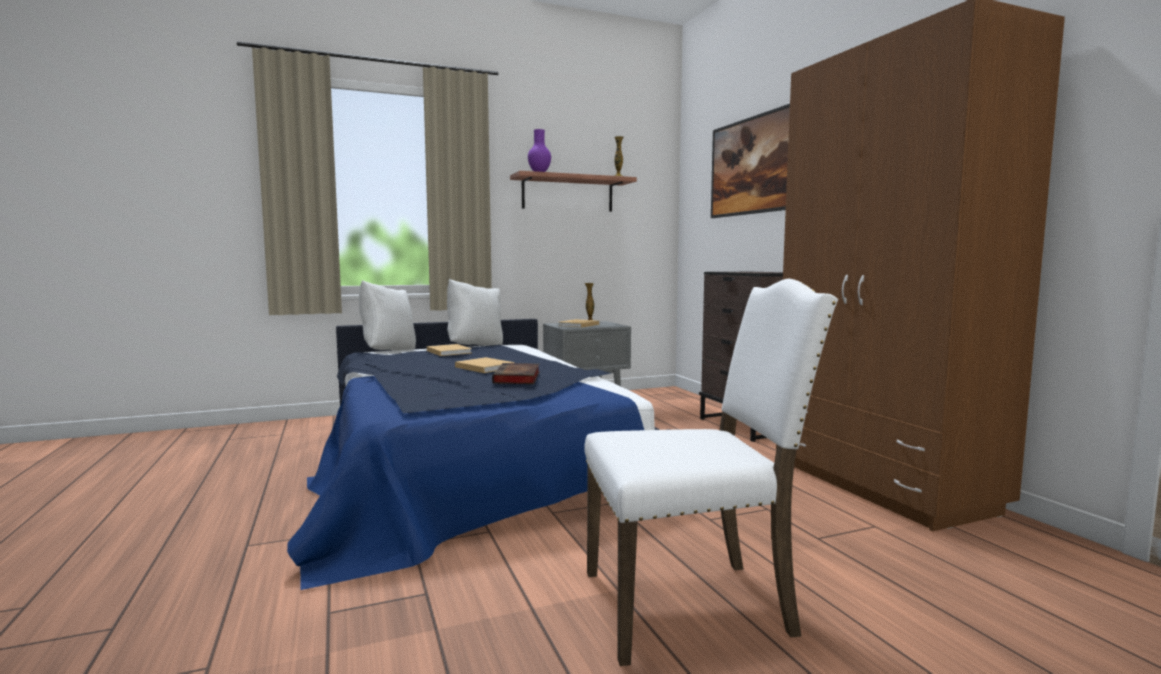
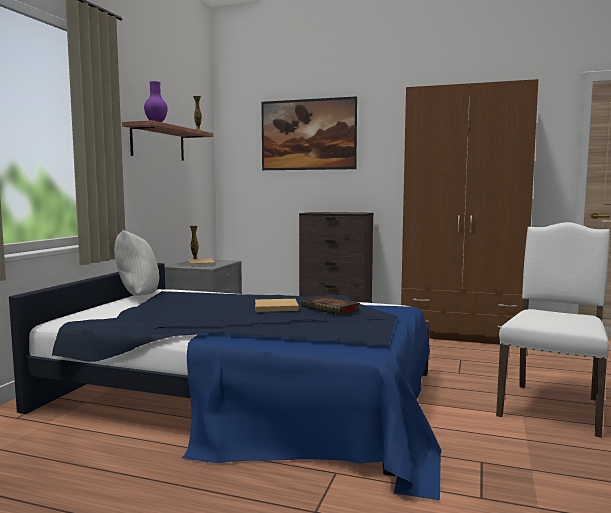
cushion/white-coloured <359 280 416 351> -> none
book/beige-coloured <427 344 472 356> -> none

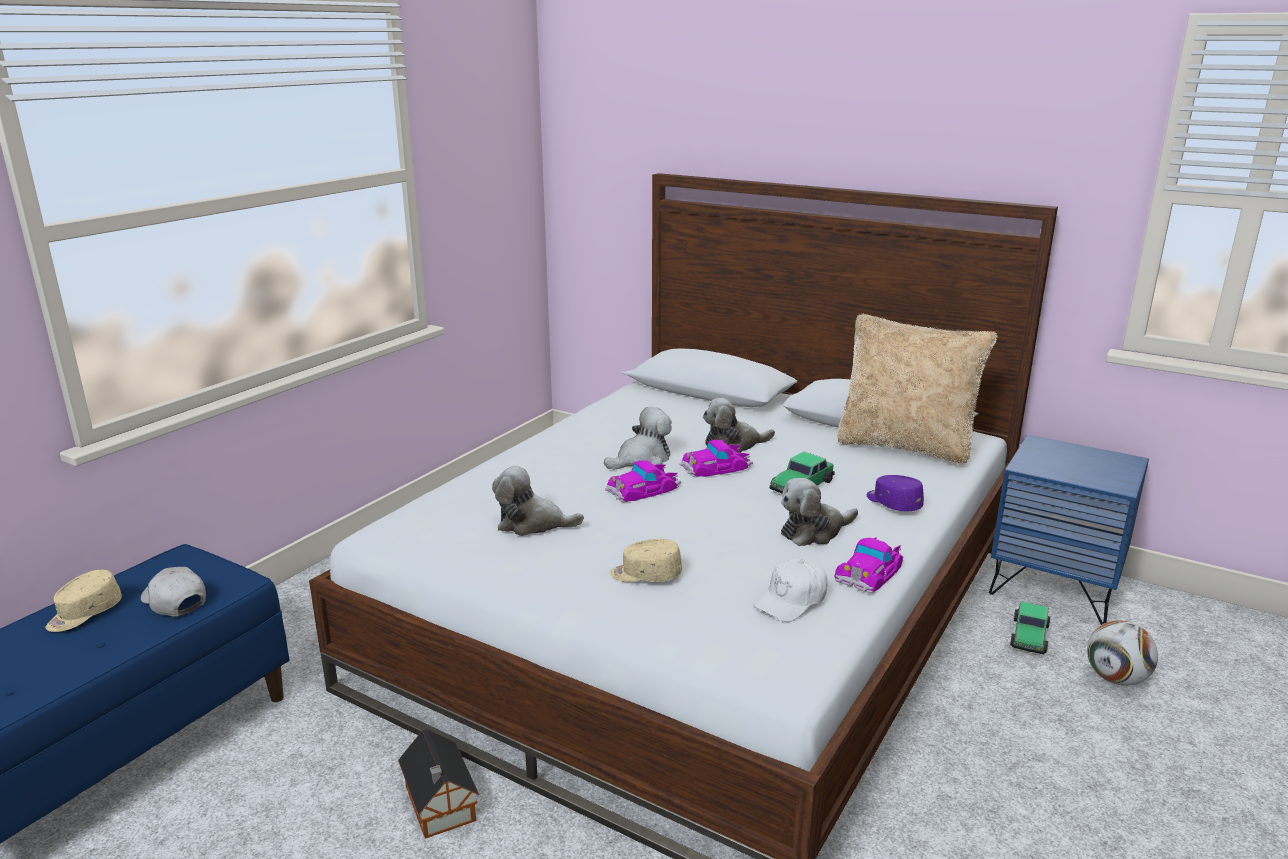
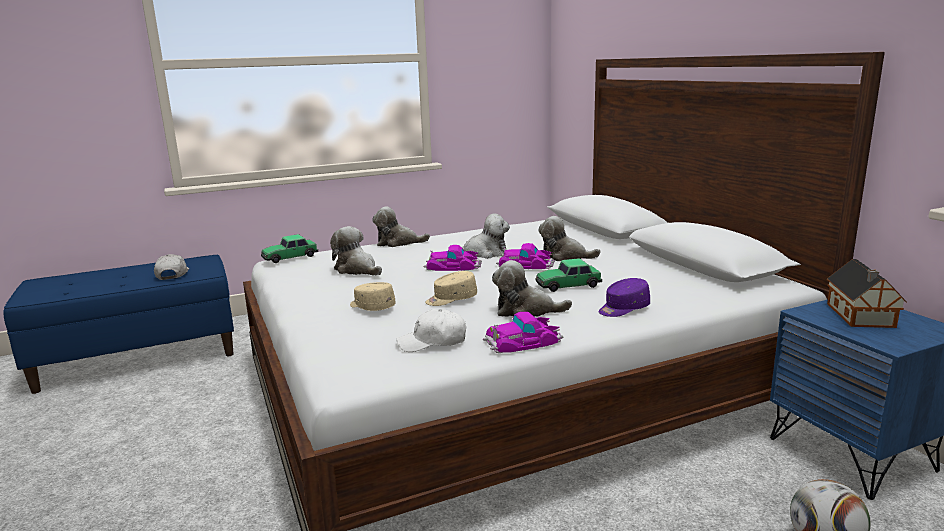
cushion/beige-coloured <837 313 998 465> -> none
none -> soft toy <373 207 430 247>
baseball cap/beige-coloured <45 570 122 632> -> baseball cap/beige-coloured <425 271 477 306>, relocated
toy house <398 729 479 839> -> toy house <827 259 907 328>, relocated
model car <1010 601 1050 654> -> model car <261 234 318 263>, relocated
baseball cap/purple-coloured <867 475 924 512> -> baseball cap/purple-coloured <598 278 650 317>, 120 degrees counterclockwise

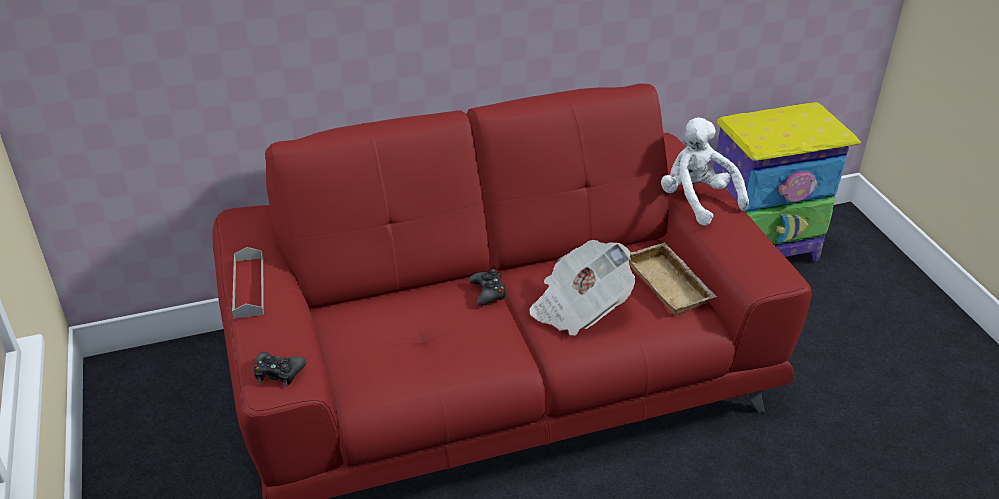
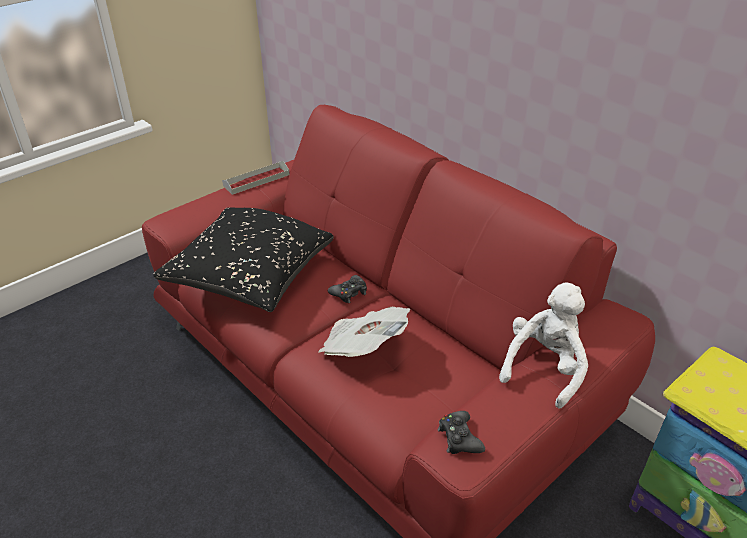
carrying tray/beige-coloured <629 242 717 316> -> none
none -> cushion/black-coloured <153 208 334 312>
gamepad/black-coloured <254 352 307 386> -> gamepad/black-coloured <437 411 485 454>, relocated

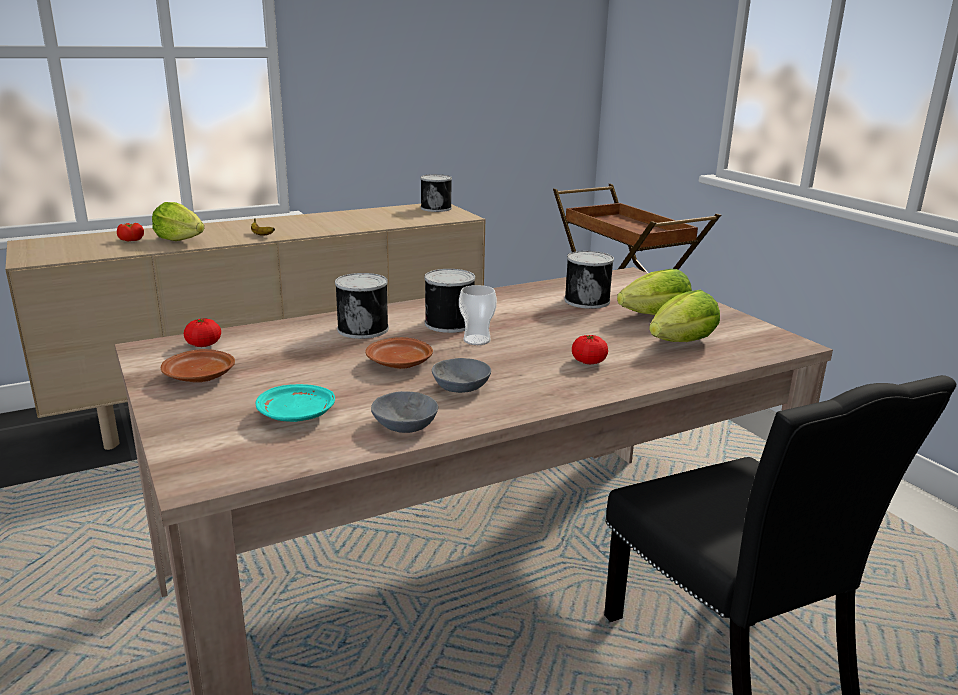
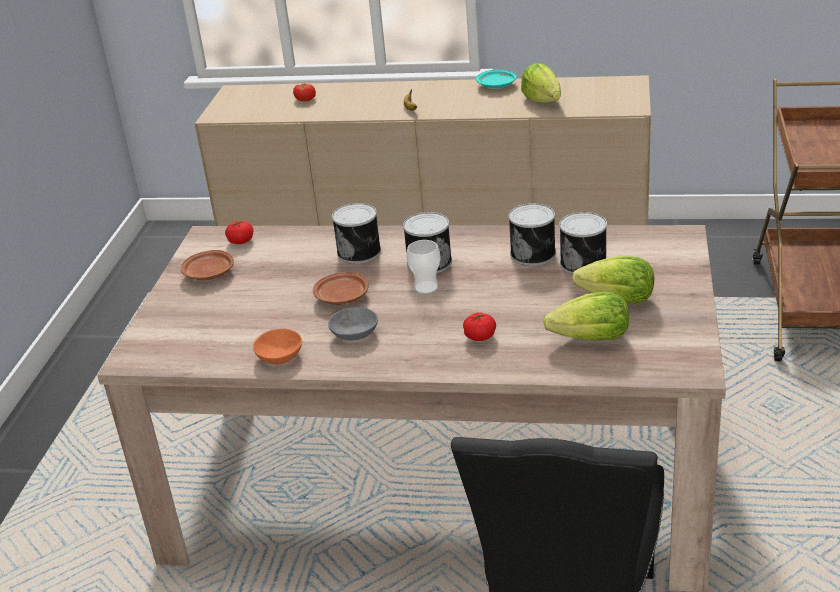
lettuce head <152 202 205 241> -> lettuce head <521 63 561 103>, relocated
dinner plate/turquoise-coloured <256 384 335 422> -> dinner plate/turquoise-coloured <476 70 517 88>, relocated
can <420 174 452 212> -> can <508 203 556 266>, relocated
bowl/gray <371 391 438 433> -> bowl/orangey <253 329 302 364>

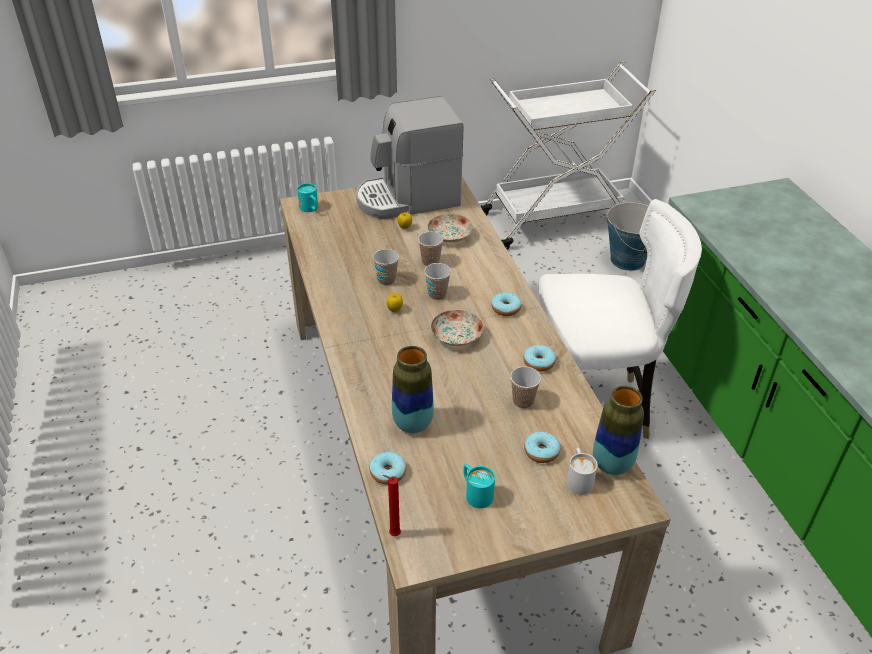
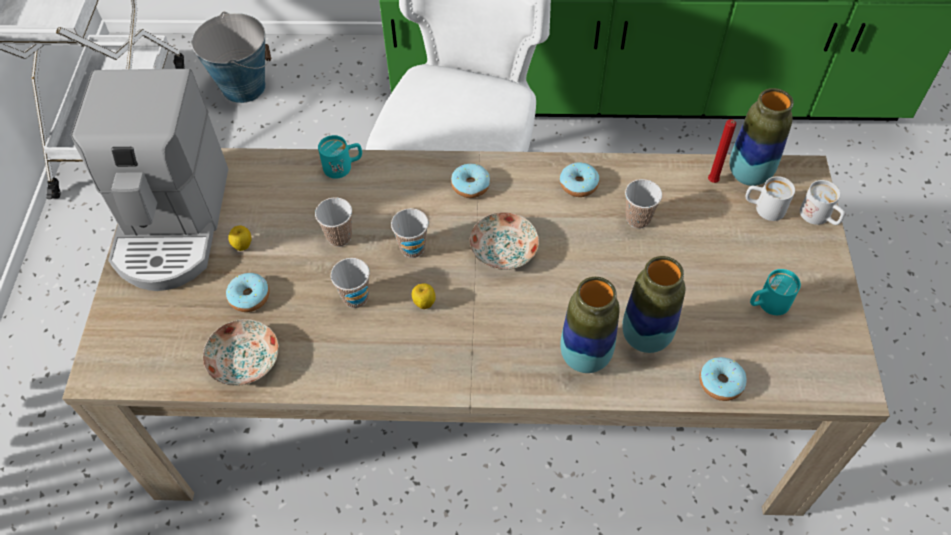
none -> flower vase <560 277 620 373>
none -> tea mug/white-coloured <800 180 845 225>
tea mug/turquoise-coloured <297 183 318 212> -> tea mug/turquoise-coloured <318 135 362 178>, relocated
wax candle/red-coloured <382 475 401 536> -> wax candle/red-coloured <708 119 736 183>, relocated
dinner plate <428 214 473 242> -> dinner plate <203 319 279 386>, relocated
doughnut <524 432 560 463> -> doughnut <226 273 270 312>, relocated

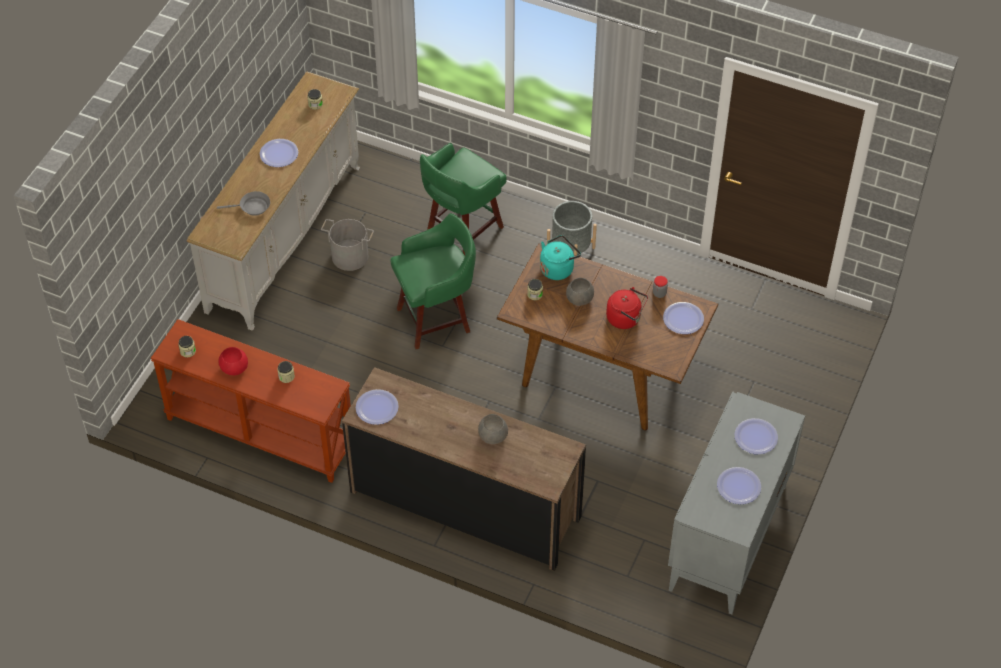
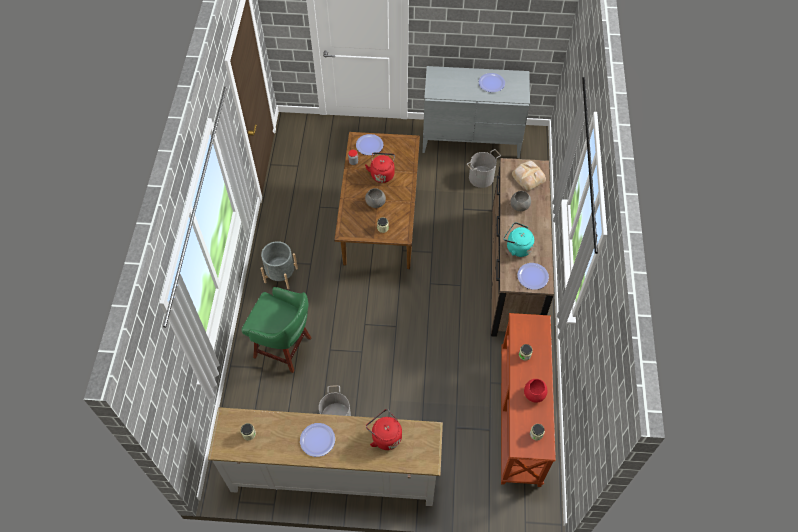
sitting stool/greenish <391 213 476 349> -> none
dinner plate <735 418 778 454> -> none
none -> bucket/gray <467 149 501 188>
none -> bread <512 161 546 191>
tea kettle/turquoise-coloured <540 235 581 280> -> tea kettle/turquoise-coloured <504 222 534 257>, relocated
frying pan/gray <217 191 270 216> -> tea kettle/red-coloured <366 409 402 450>

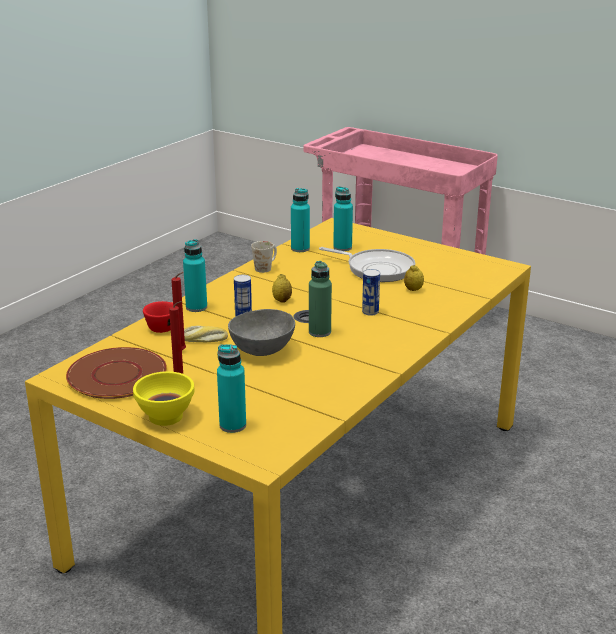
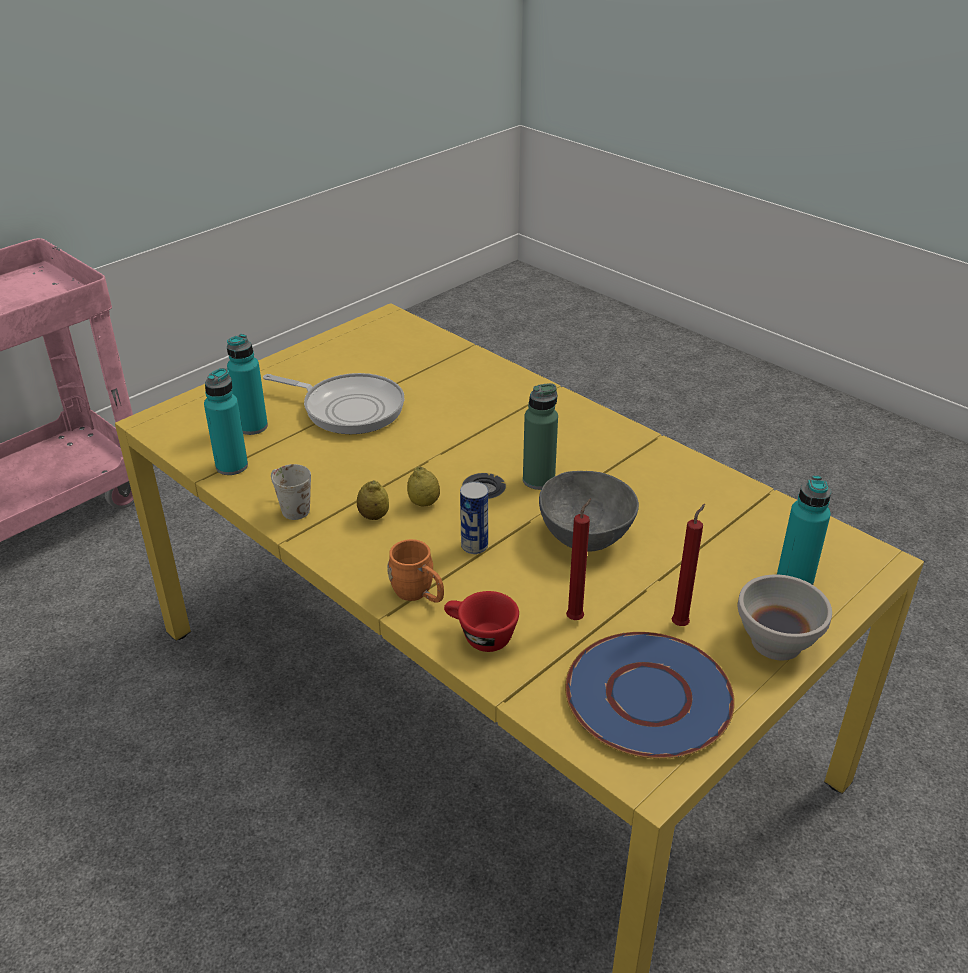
bread <184 325 228 342> -> none
can <362 269 380 316> -> none
lemon <404 265 424 291> -> lemon <357 480 389 520>, relocated
beverage bottle/turquoise-coloured <183 239 207 312> -> tea mug/orangey <387 539 444 603>
dinner plate/brown-coloured <66 347 167 399> -> dinner plate/bluish <565 632 735 759>
bowl/yellowish <133 371 195 426> -> bowl/white-coloured <738 574 832 660>
frying pan <319 247 415 282> -> frying pan <263 373 405 434>, 75 degrees clockwise

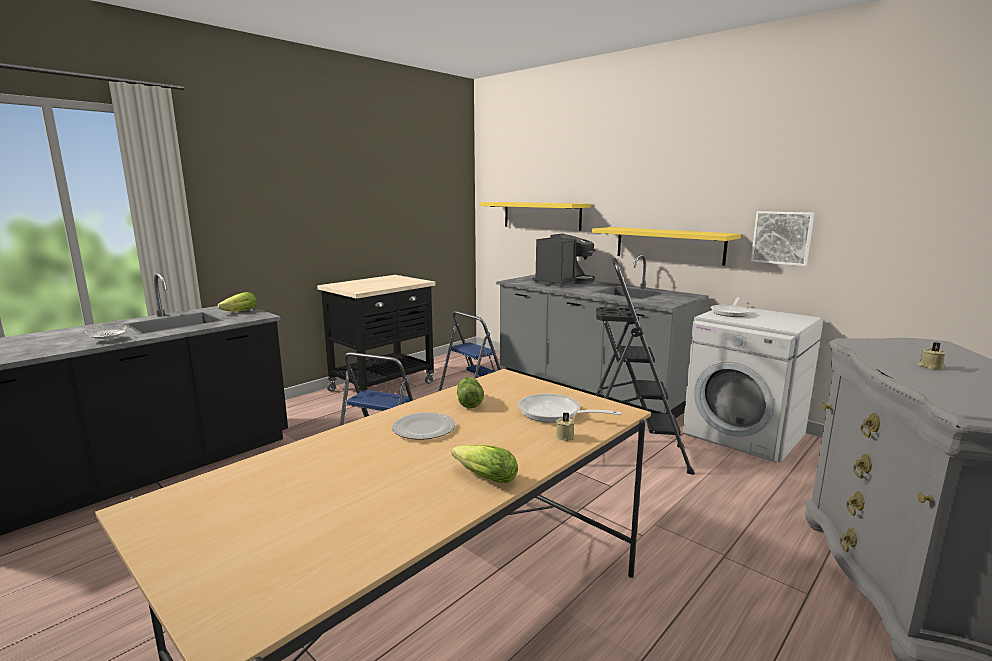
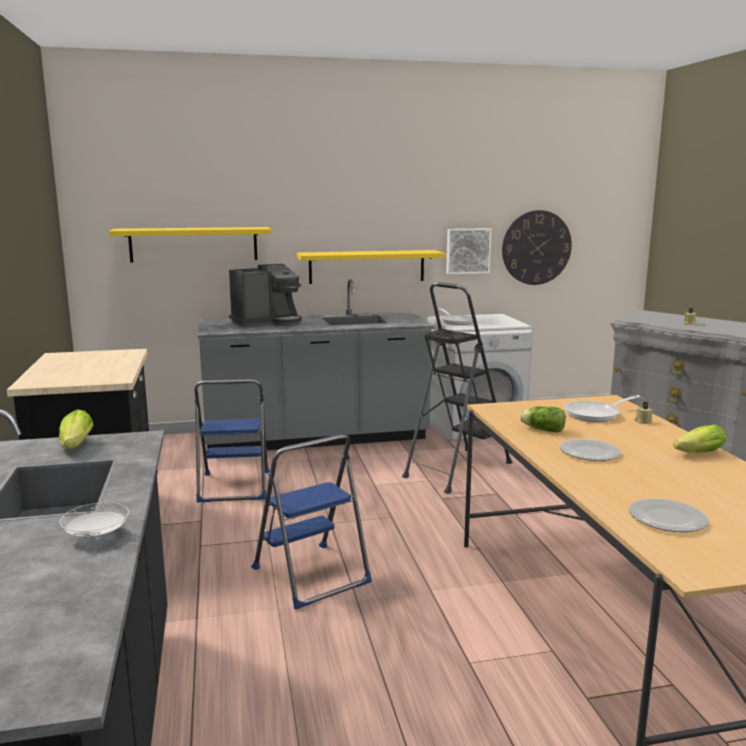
none -> hanging clock <502 210 572 285>
none -> dinner plate <629 498 709 532>
coffee maker <532 234 596 287> -> coffee maker <229 264 302 328>, 75 degrees clockwise

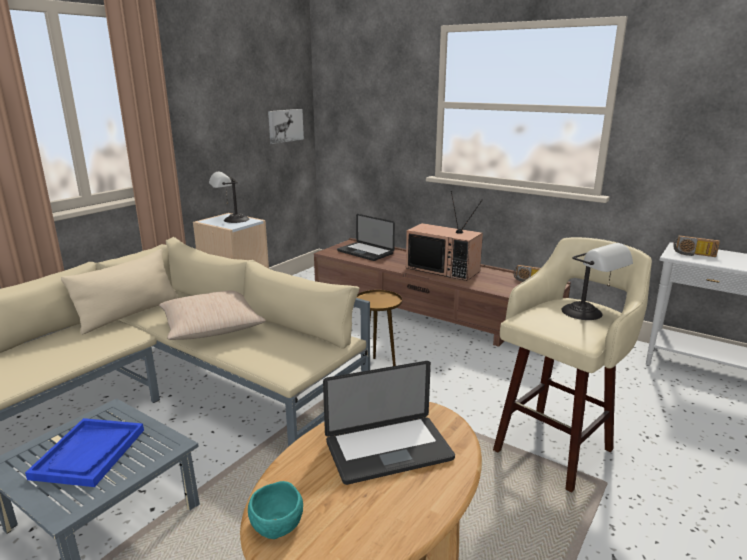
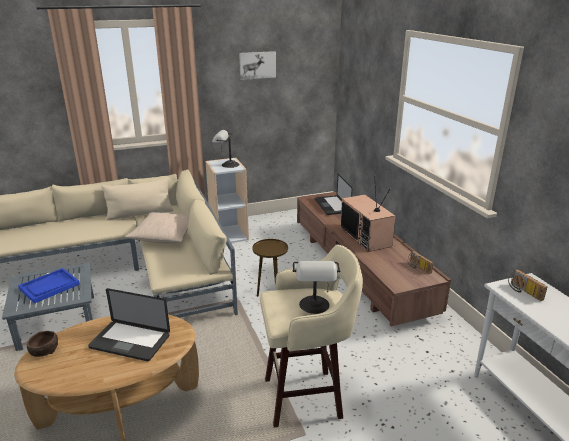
wall art <268 109 304 144> -> wall art <239 51 276 80>, relocated
bowl/turquoise-coloured <248 481 303 539> -> bowl/brown-coloured <27 331 58 357>

